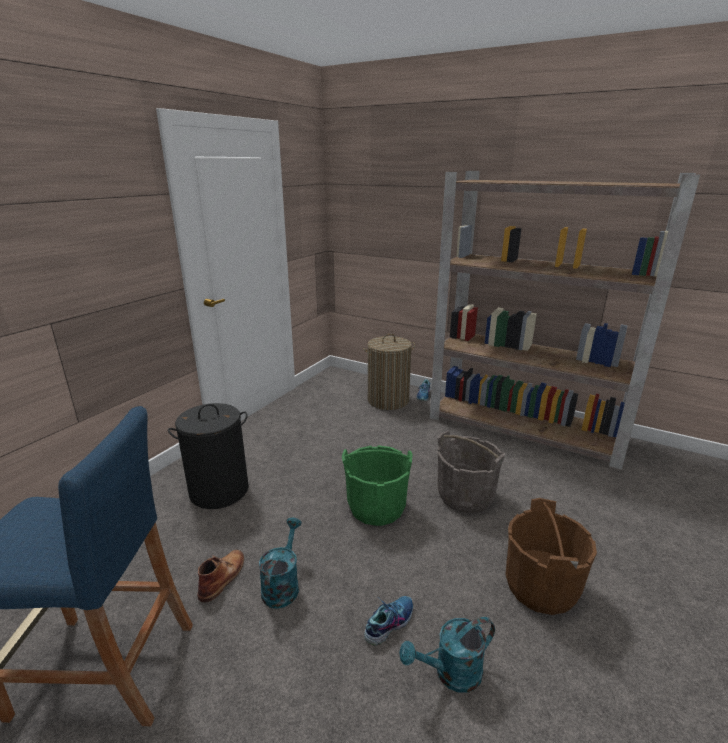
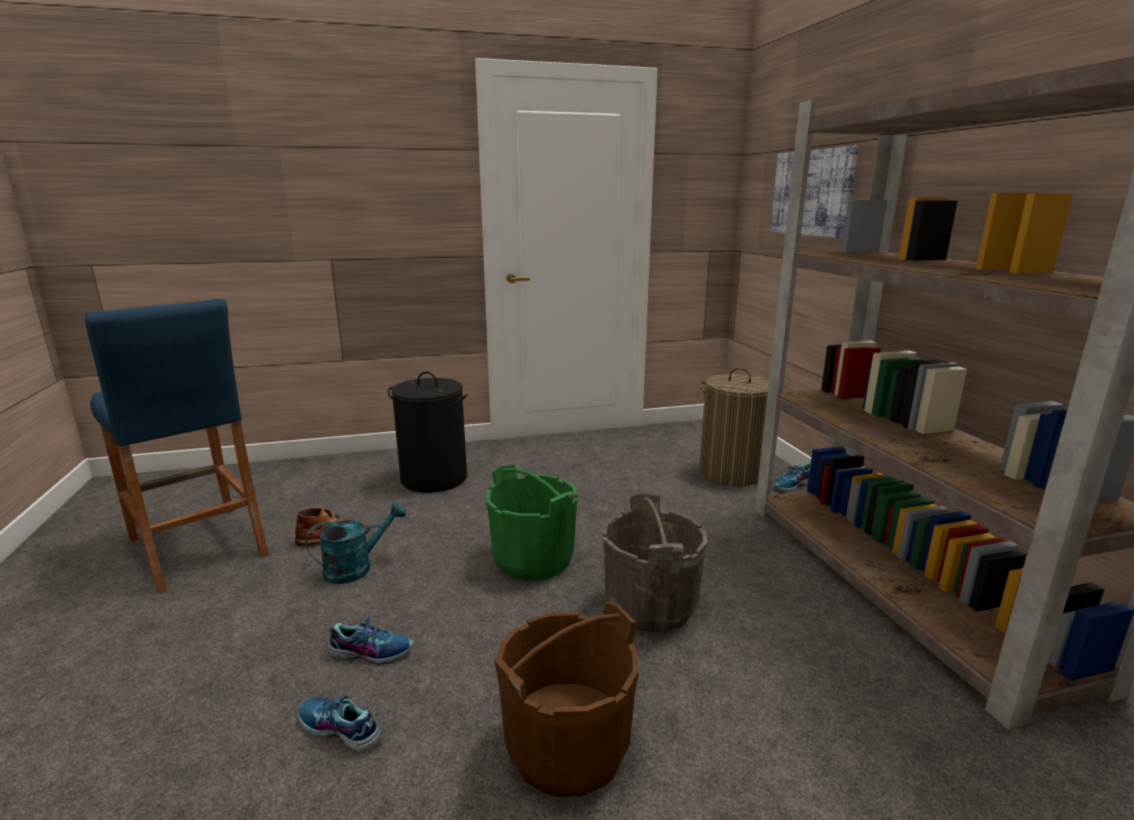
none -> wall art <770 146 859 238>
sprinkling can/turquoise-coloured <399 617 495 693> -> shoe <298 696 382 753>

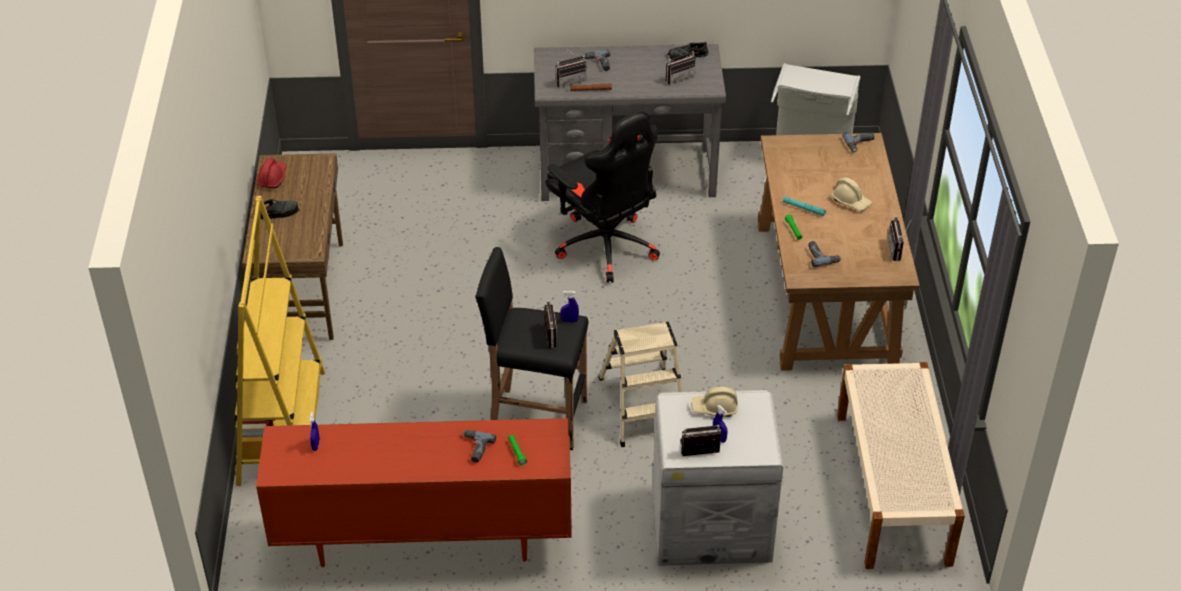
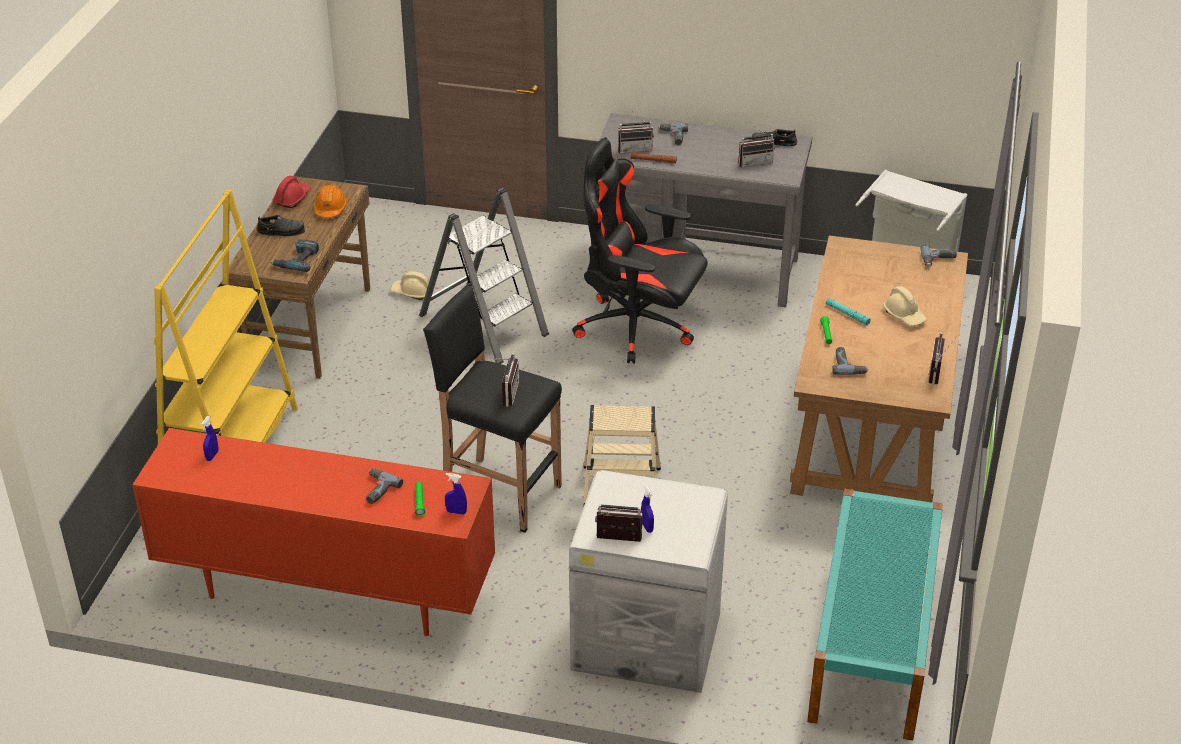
none -> power drill <270 239 319 272>
none -> safety helmet/orangey <314 184 347 218>
none -> step stool/gray <419 187 549 364>
hand sprayer/bluish <561 291 579 323> -> hand sprayer/bluish <445 473 467 515>, relocated
safety helmet/beige-coloured <691 387 738 417> -> safety helmet/beige-coloured <390 271 429 300>, relocated
long seat/beige-coloured <837 362 965 569> -> long seat/turquoise-coloured <807 489 943 741>
office chair/black-coloured <545 112 660 283> -> office chair/black-coloured <572 137 708 363>, 135 degrees clockwise

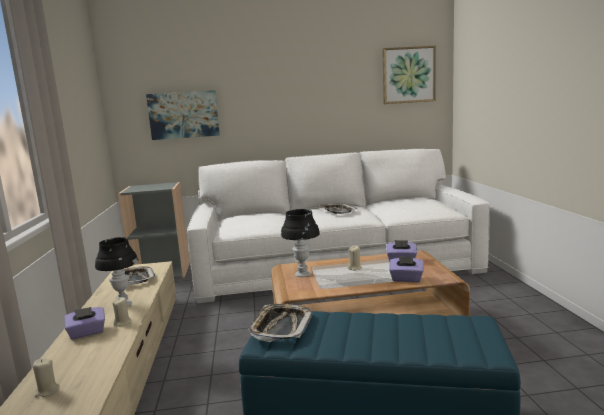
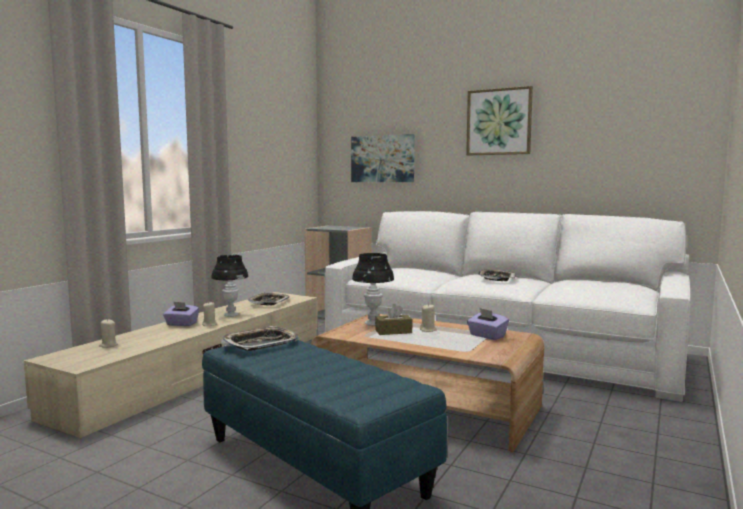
tissue box/purple-coloured <389 256 424 282> -> none
none -> tissue box/brown-coloured <375 304 412 335>
wall art <382 46 436 104> -> wall art <466 86 533 155>, relocated

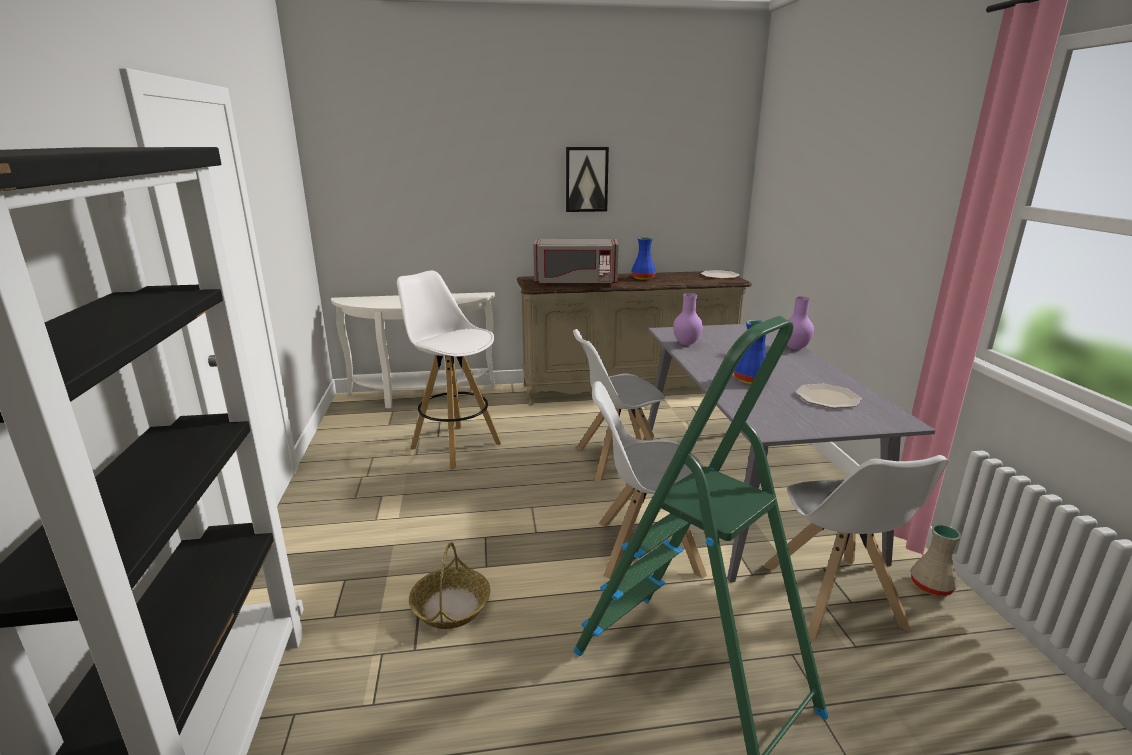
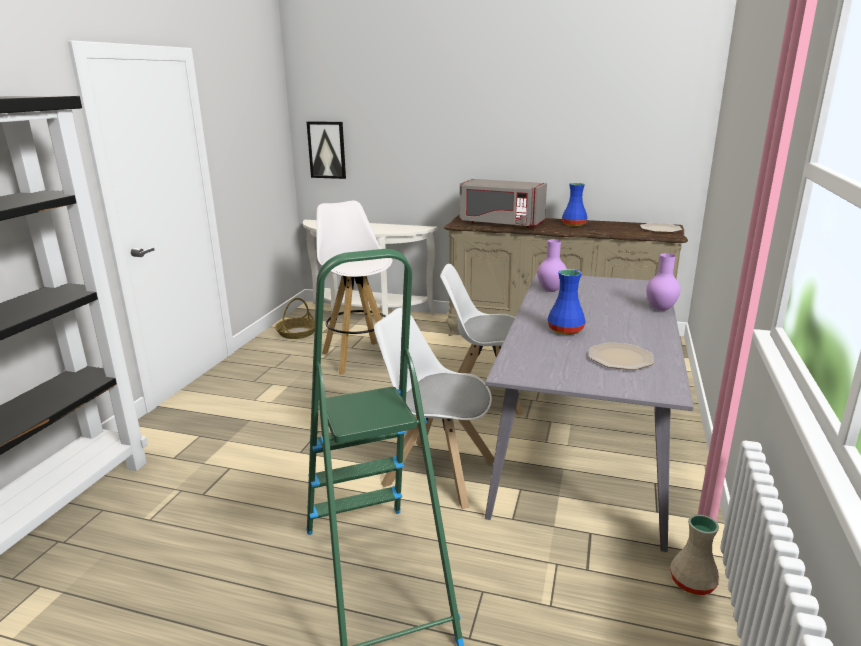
chair <764 455 948 640> -> none
household basket <409 542 490 629> -> household basket <275 298 315 339>, relocated
wall art <566 147 609 212> -> wall art <307 121 346 179>, relocated

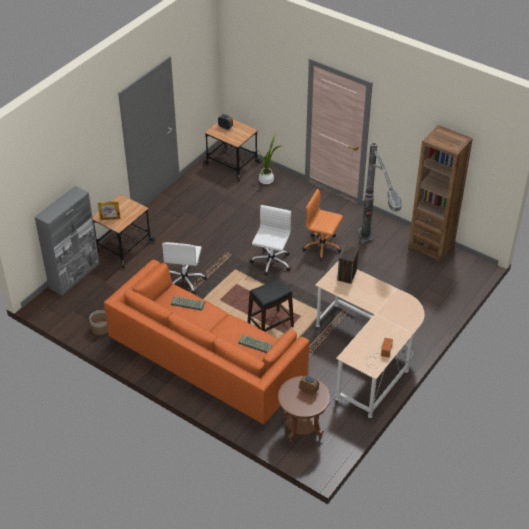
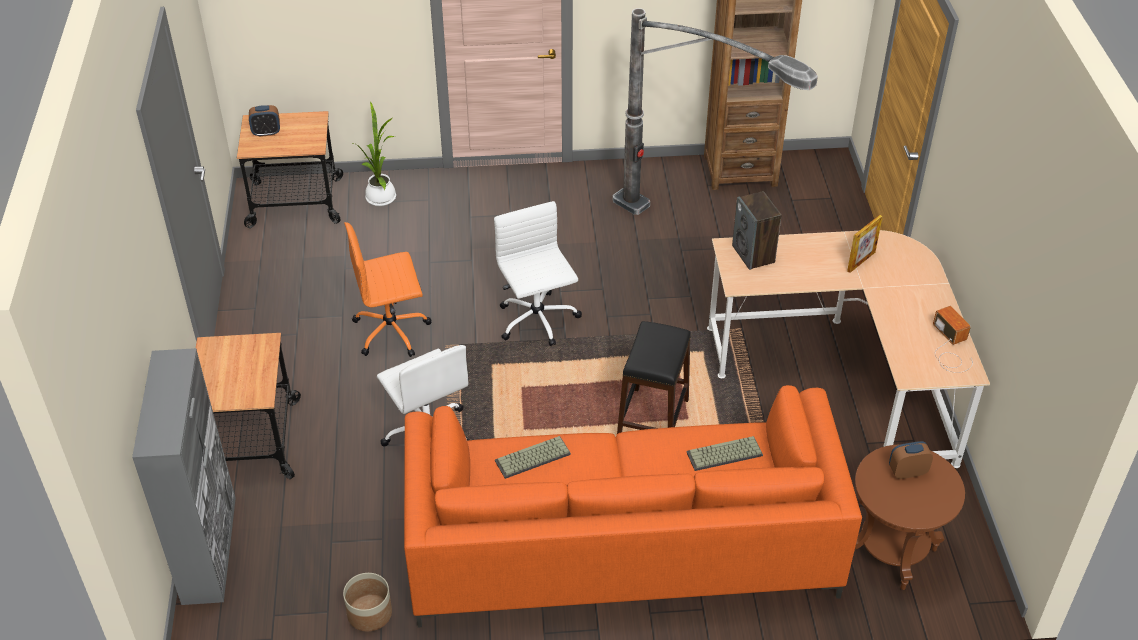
photo frame <98 201 120 220> -> photo frame <847 215 883 273>, relocated
office chair/orangey <302 189 343 261> -> office chair/orangey <344 222 432 357>, relocated

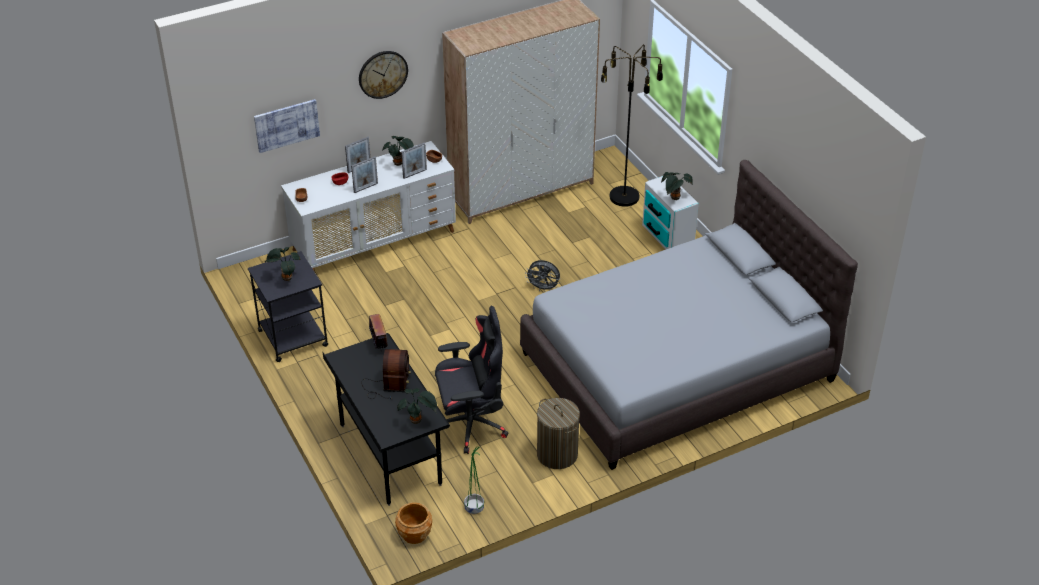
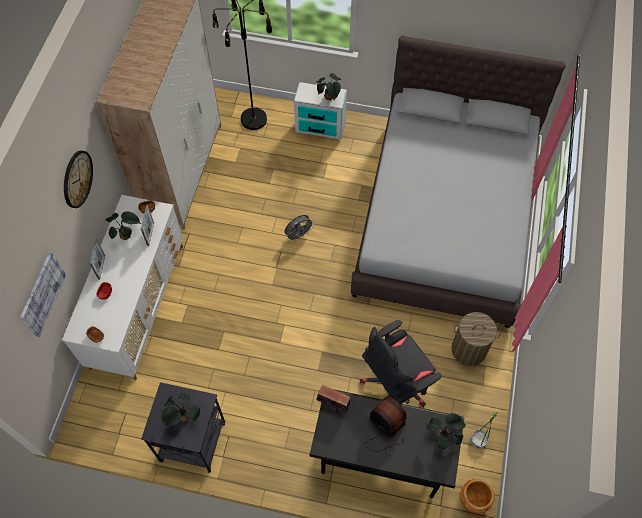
photo frame <351 156 378 193> -> none
office chair/black-coloured <435 305 508 454> -> office chair/black-coloured <360 320 442 408>, 150 degrees counterclockwise

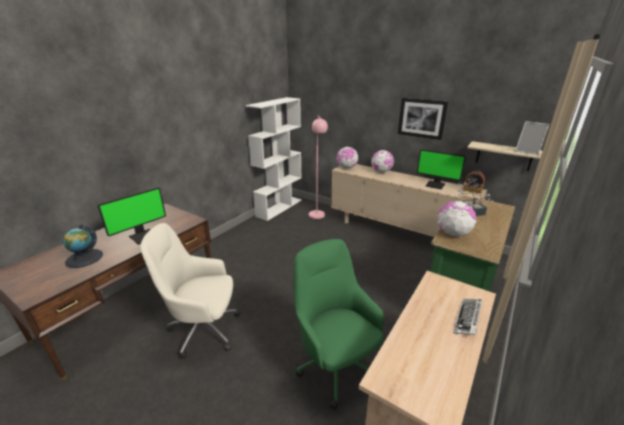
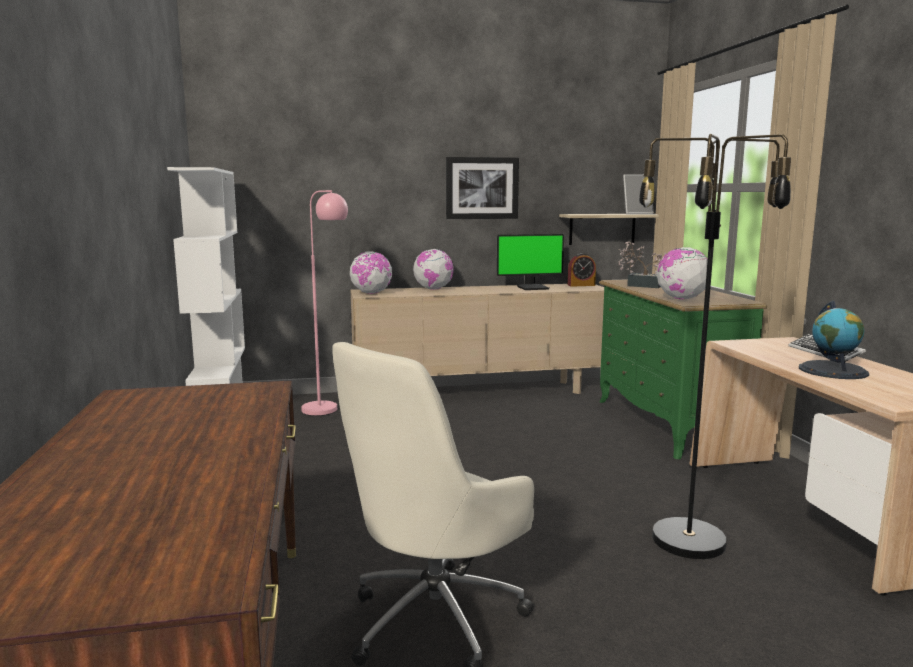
monitor <98 187 166 245> -> none
desk globe <63 225 103 268> -> desk globe <799 301 869 379>, relocated
office chair/greenish <293 239 384 410> -> standing lamp <639 134 791 559>

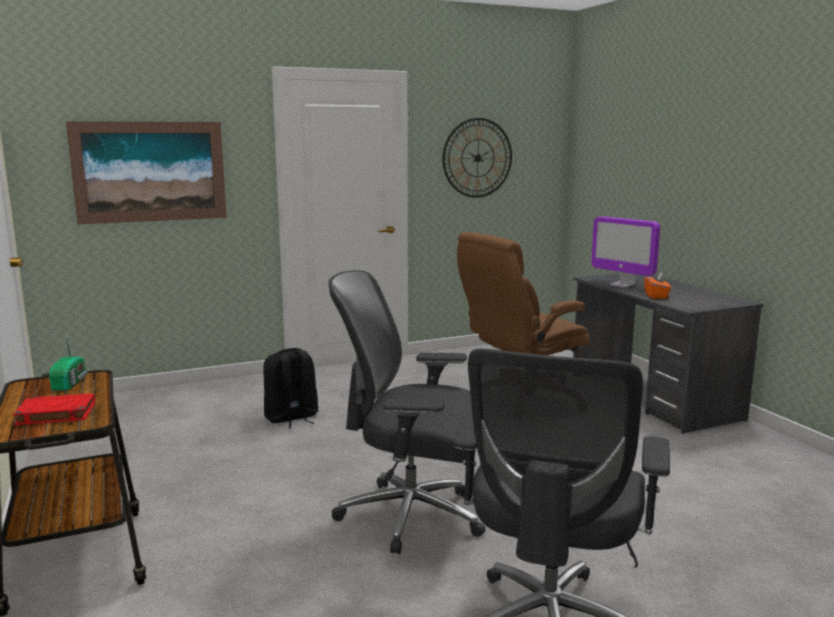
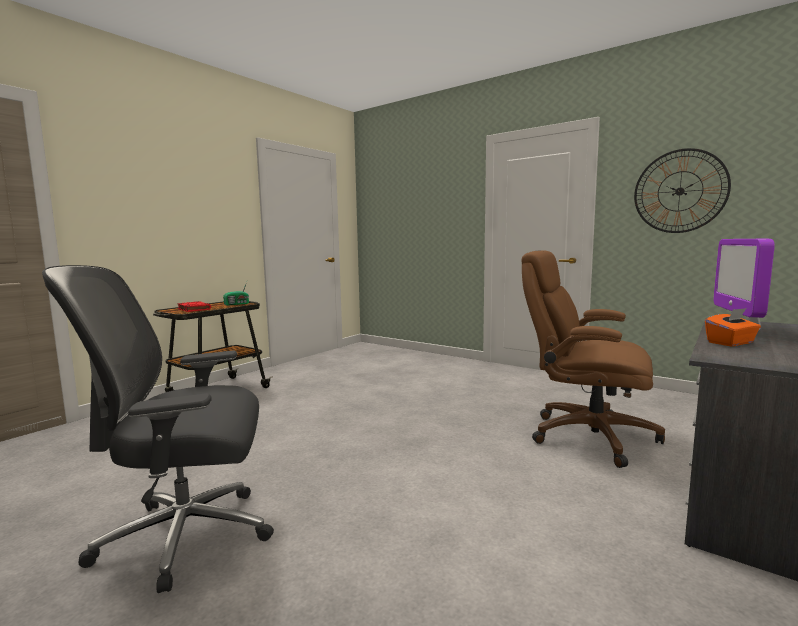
wall art <66 121 227 224> -> none
backpack/black-coloured <263 348 318 428> -> none
office chair <328 270 486 554> -> none

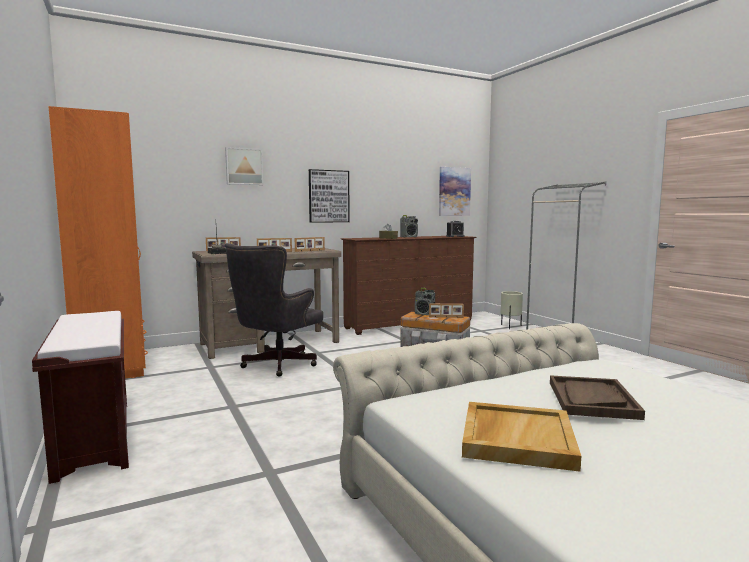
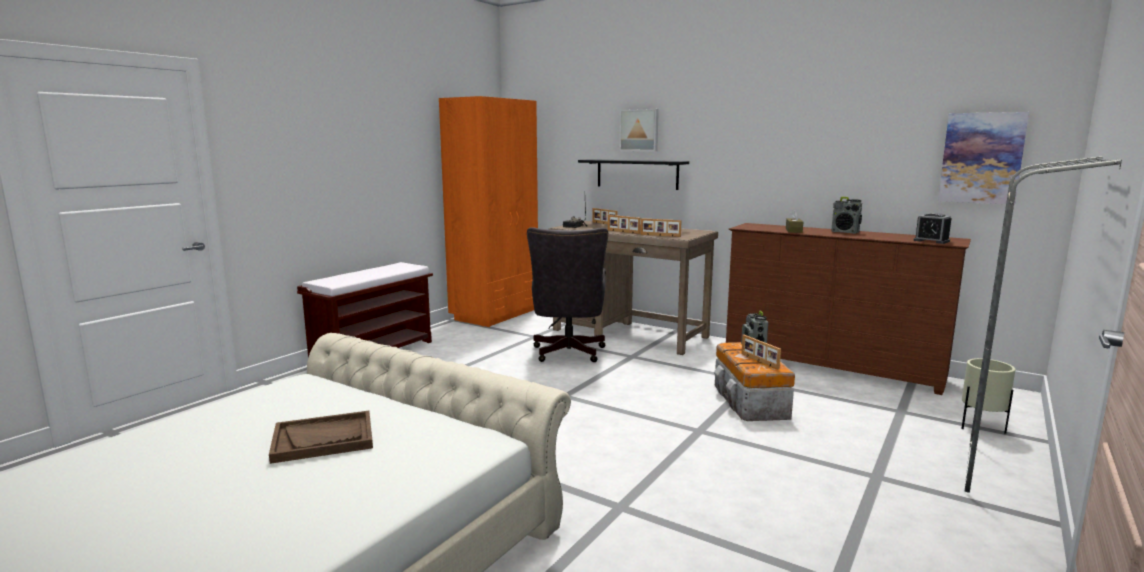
wall art <309 169 350 223> -> none
carrying tray/beige-coloured <462 402 581 472> -> none
none -> shelf/black-coloured <578 159 689 190>
office chair/gray <225 243 323 377> -> office chair/gray <527 227 608 362>, 90 degrees counterclockwise

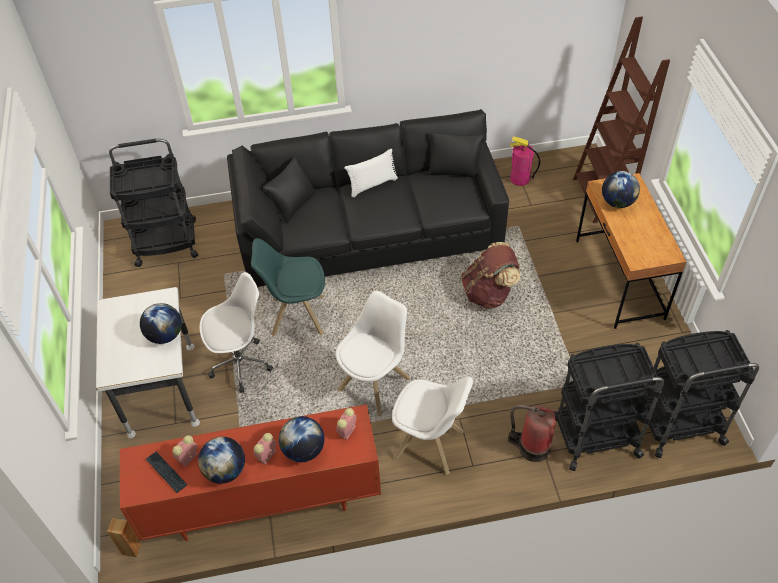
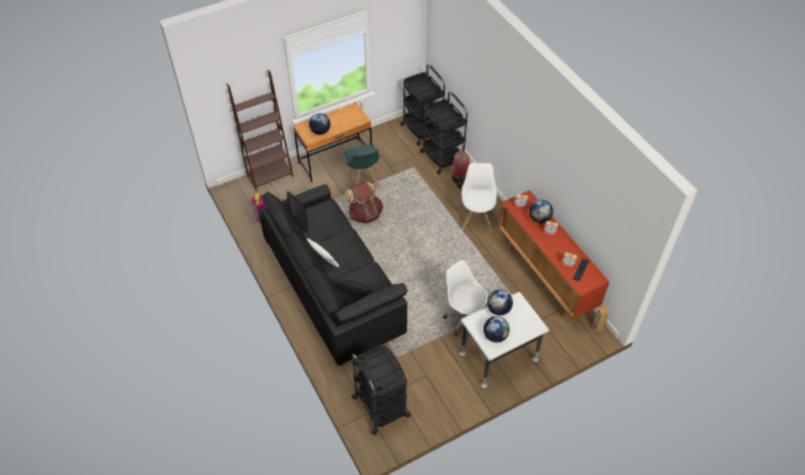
chair/white-coloured <335 291 410 416> -> none
desk globe <198 437 245 484> -> desk globe <483 316 510 343>, relocated
chair/turquoise-coloured <251 238 325 336> -> chair/turquoise-coloured <344 145 381 189>, relocated

